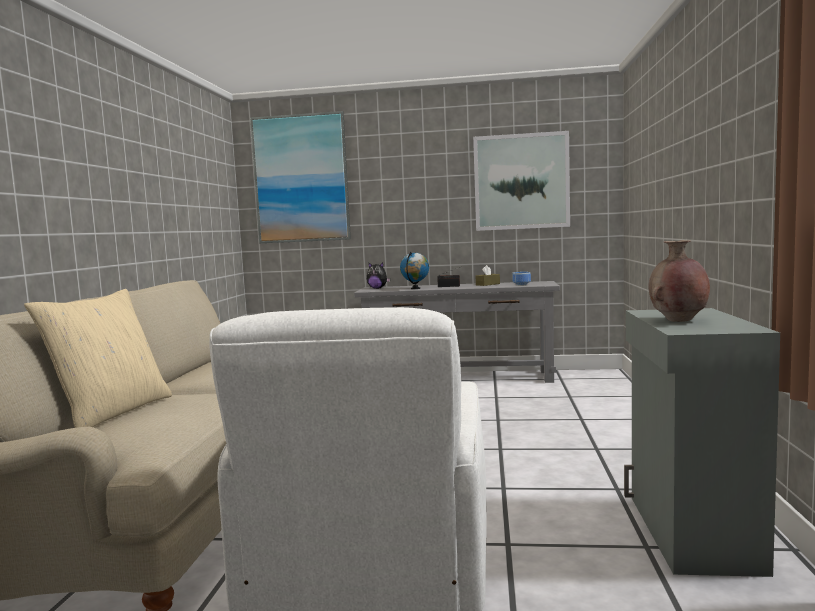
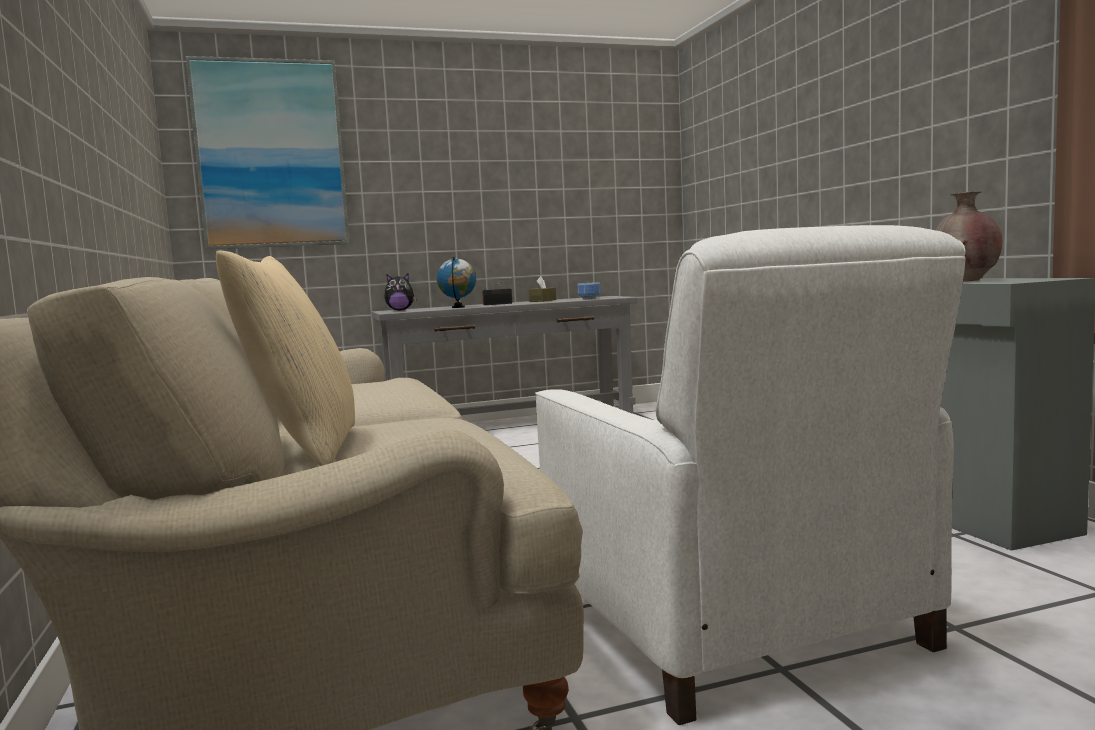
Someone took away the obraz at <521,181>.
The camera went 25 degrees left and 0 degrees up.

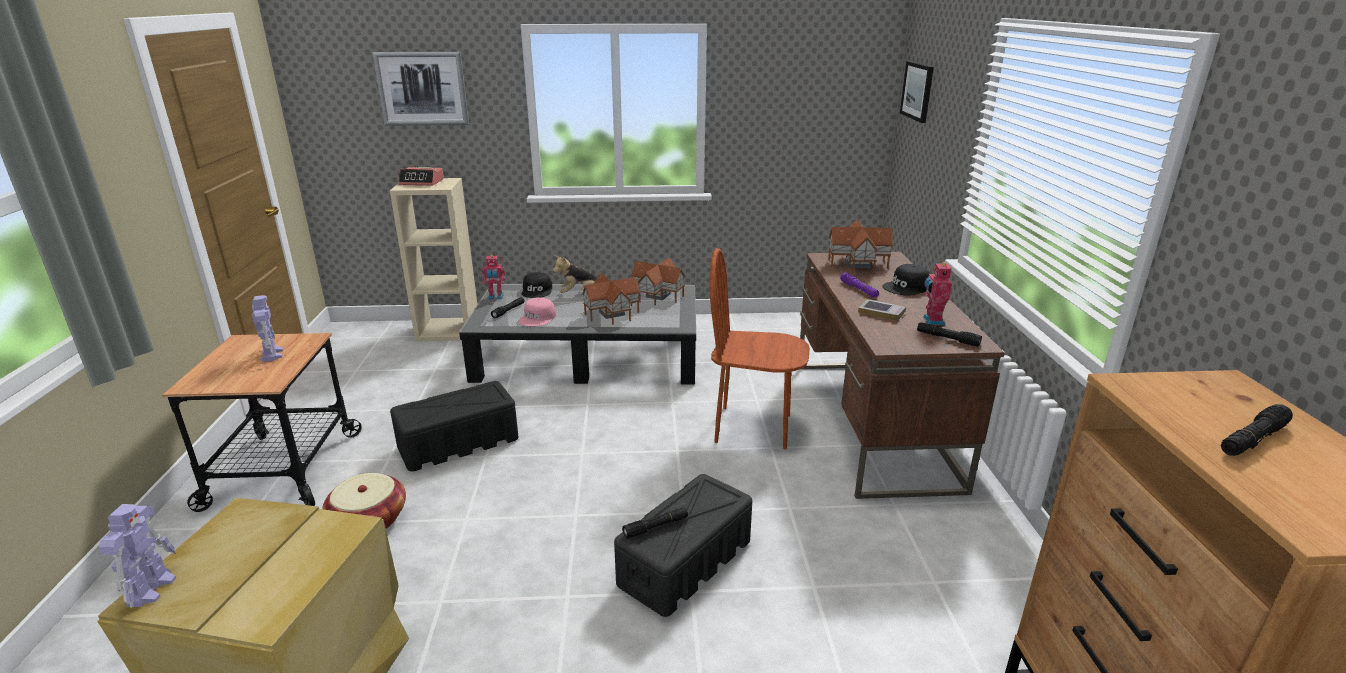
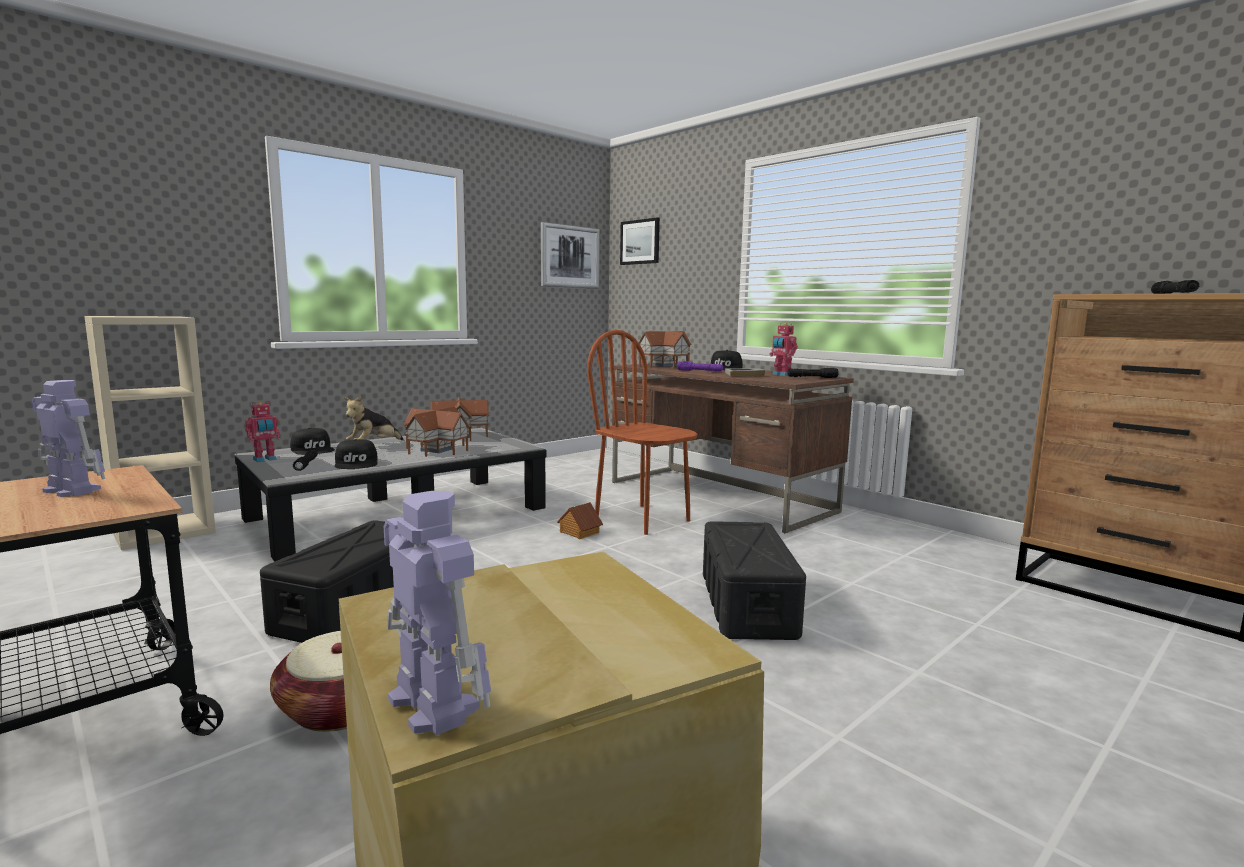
Someone repainted the czapka z daszkiem/różowy at <538,318>, which became the czapka z daszkiem/czarny at <357,463>.
Someone carried the obraz from <422,89> to <570,257>.
Someone put down the domek at <579,532>.
Someone rotated the krzesło/brązowy at <753,428> by 75 degrees clockwise.
Someone took away the budzik at <422,182>.
Someone took away the latarka/czarny at <656,527>.
The camera went 40 degrees left and 15 degrees down.

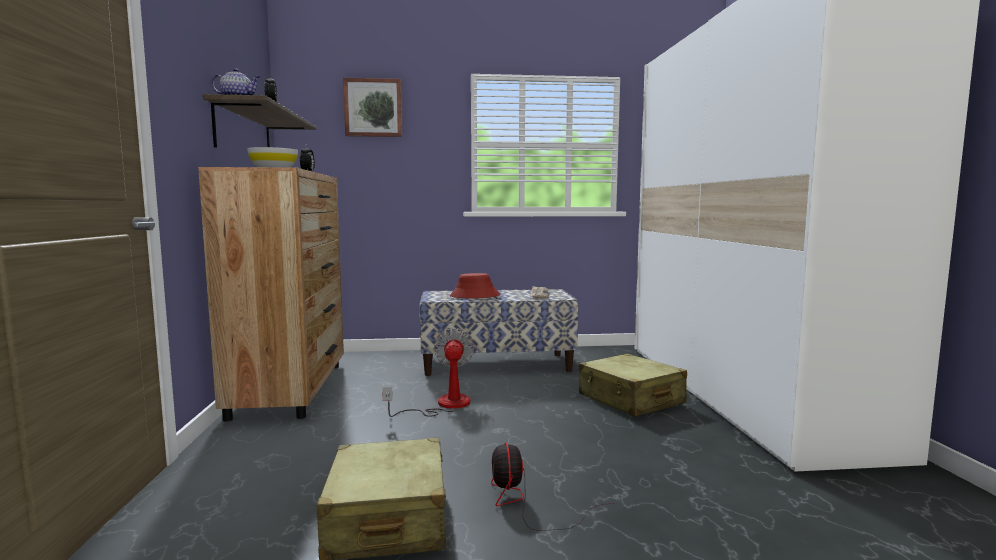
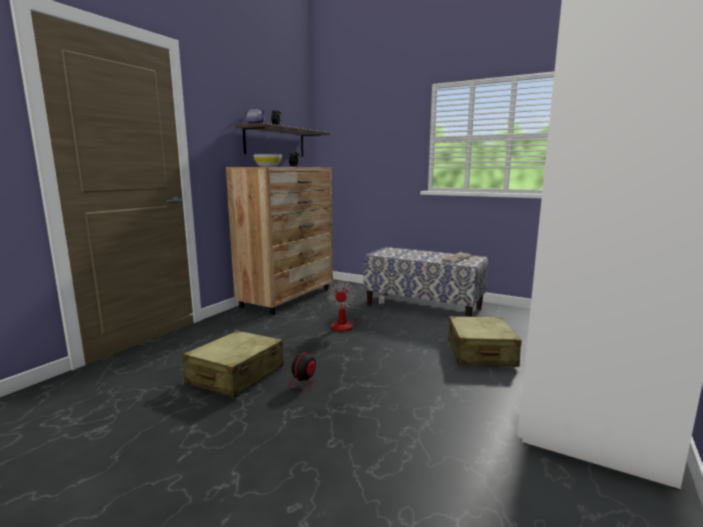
Someone rotated the wentylator at <443,405> by 150 degrees clockwise.
Someone took away the obraz at <373,108>.
Someone took away the kapelusz/czerwony at <474,296>.
The camera went 35 degrees right and 5 degrees up.

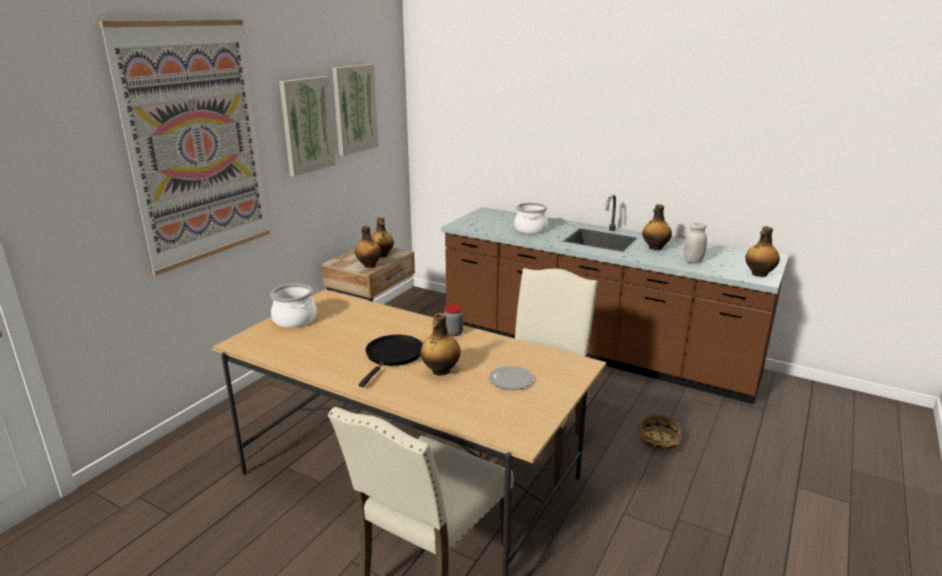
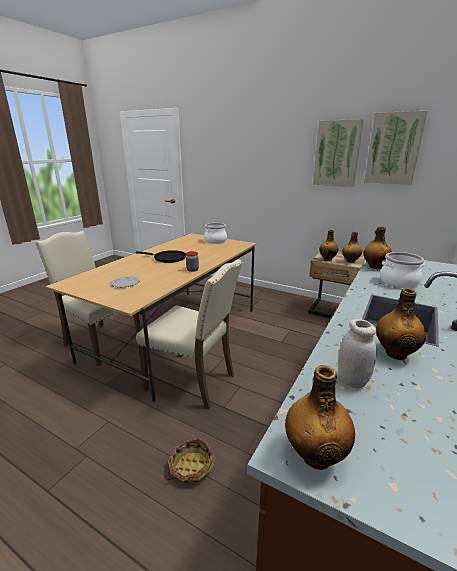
Someone carried the butelka from <440,371> to <374,267>.
Someone took away the obraz at <197,144>.
The camera went 90 degrees right and 0 degrees up.

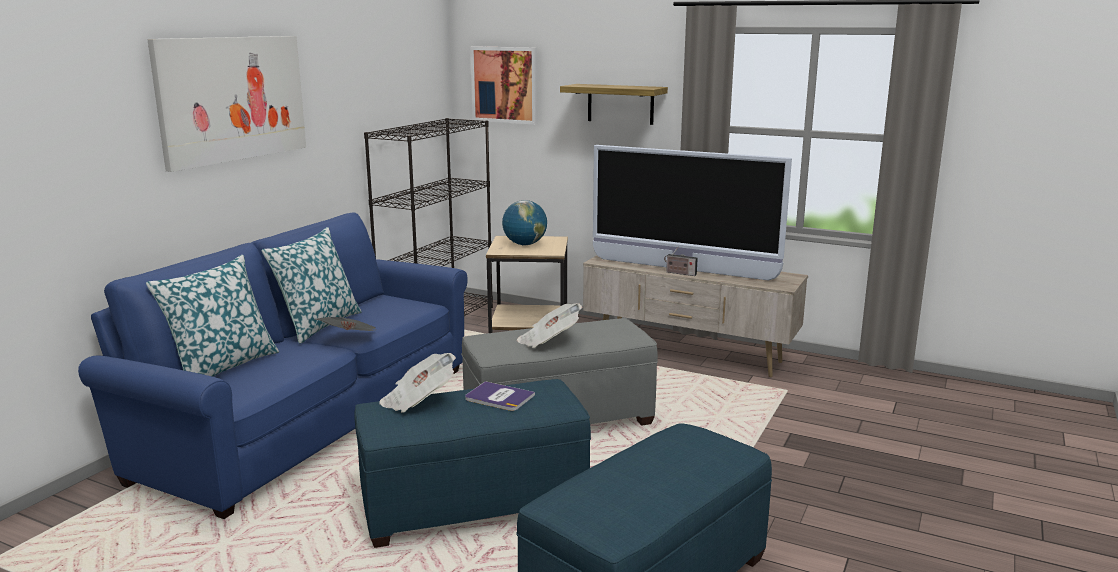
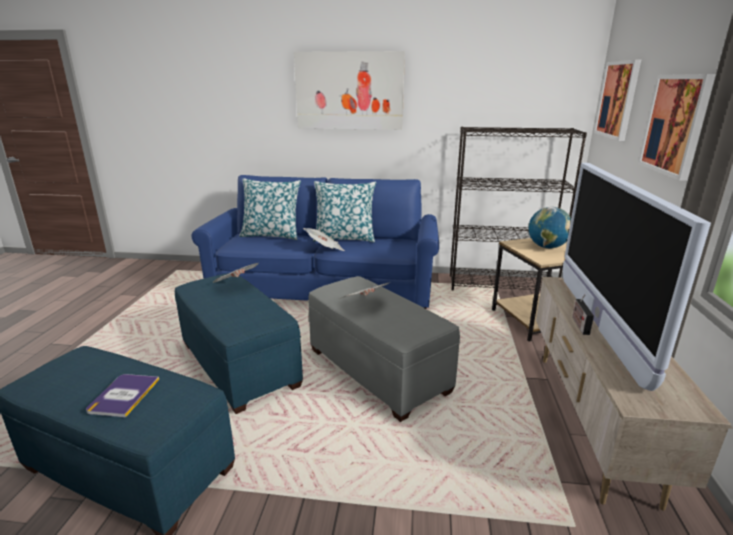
Someone carried the książka from <499,397> to <123,395>.
Someone swapped the półka at <620,104> for the obraz at <675,124>.
The camera went 70 degrees right and 5 degrees up.

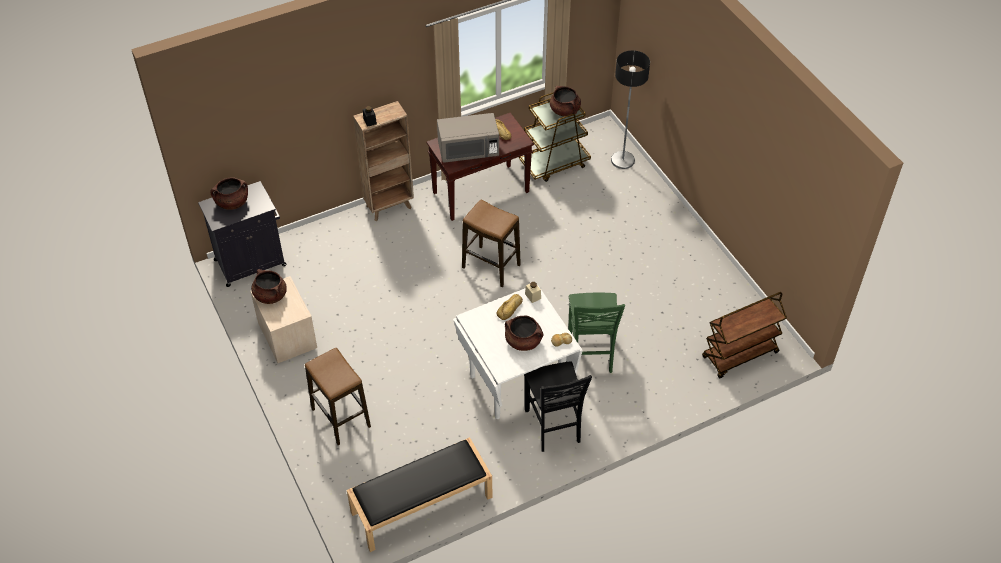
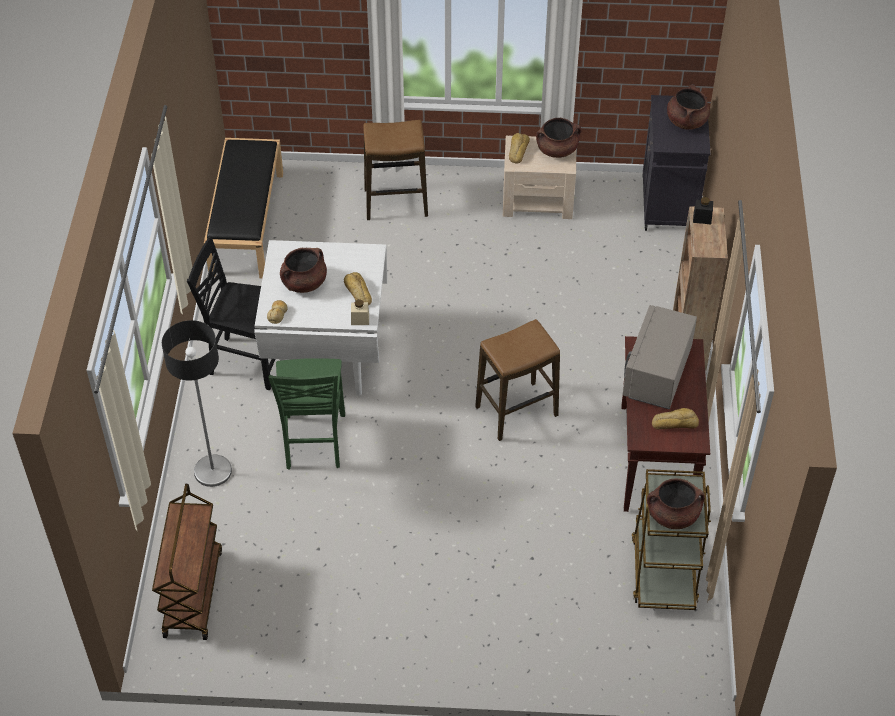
Someone carried the lampa stojąca from <623,160> to <213,471>.
Someone rotated the krzesło/zielony at <590,354> by 120 degrees counterclockwise.
Someone put down the chleb at <517,151>.
The camera went 120 degrees right and 0 degrees up.

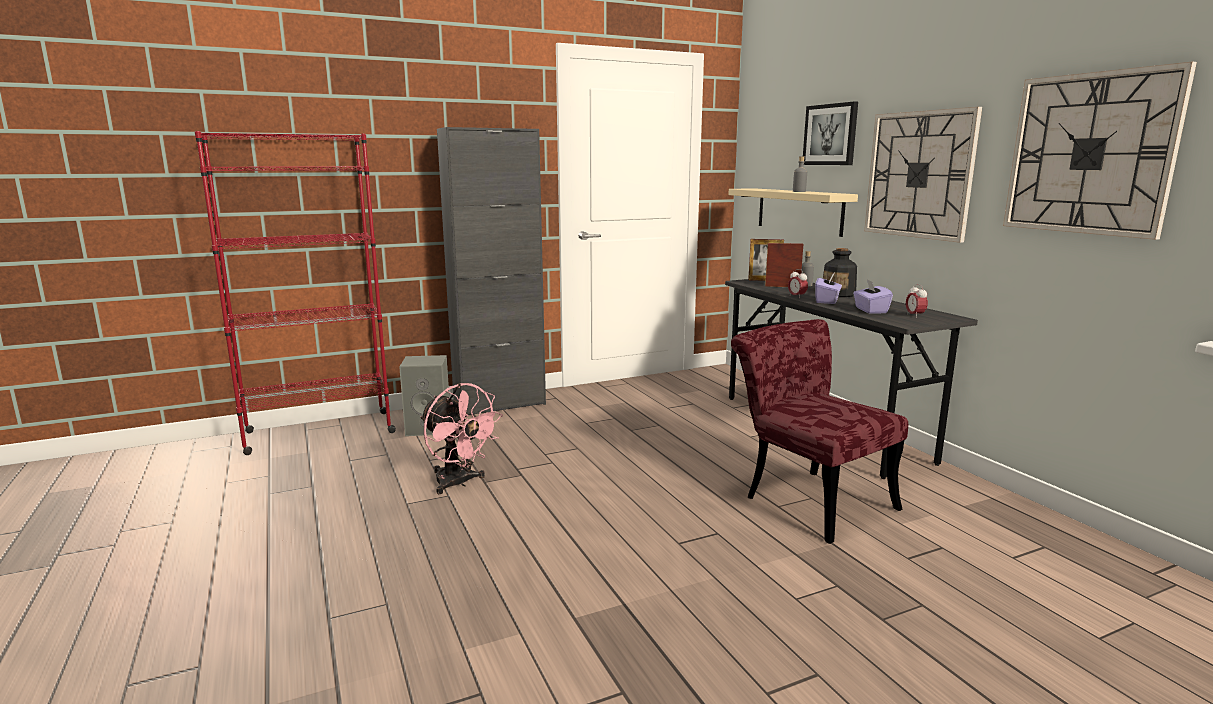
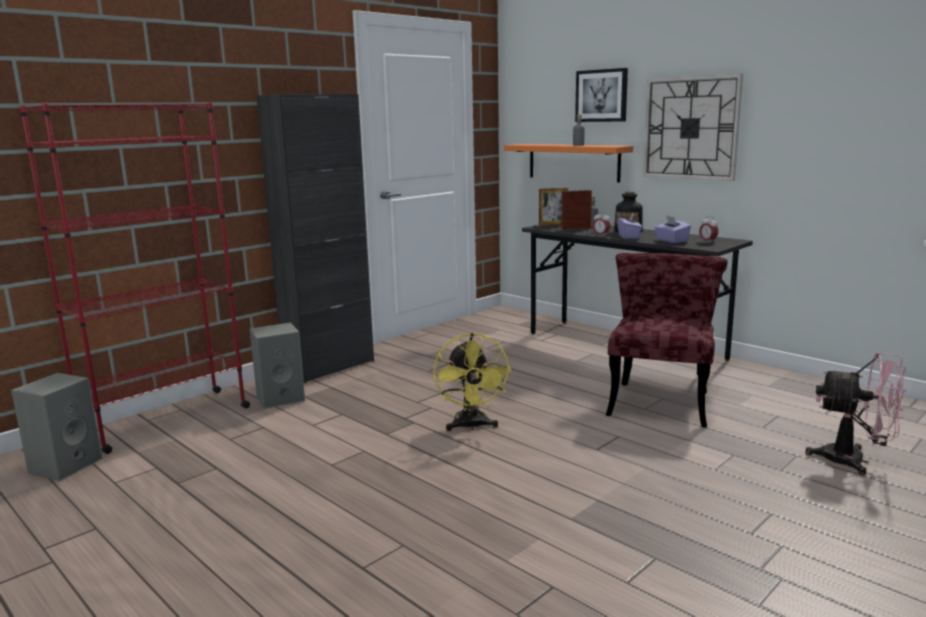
Someone put down the głośnik/szary at <66,465>.
Someone put down the wentylator/żółty at <471,426>.
Someone repainted the półka/beżowy at <799,211>, which became the półka/pomarańczowy at <573,162>.
Someone rotated the krzesło/czerwony at <808,498> by 75 degrees clockwise.
Someone carried the wentylator/różowy from <459,483> to <854,461>.
Someone took away the zegar ścienny at <1090,154>.
The camera went 20 degrees left and 0 degrees up.

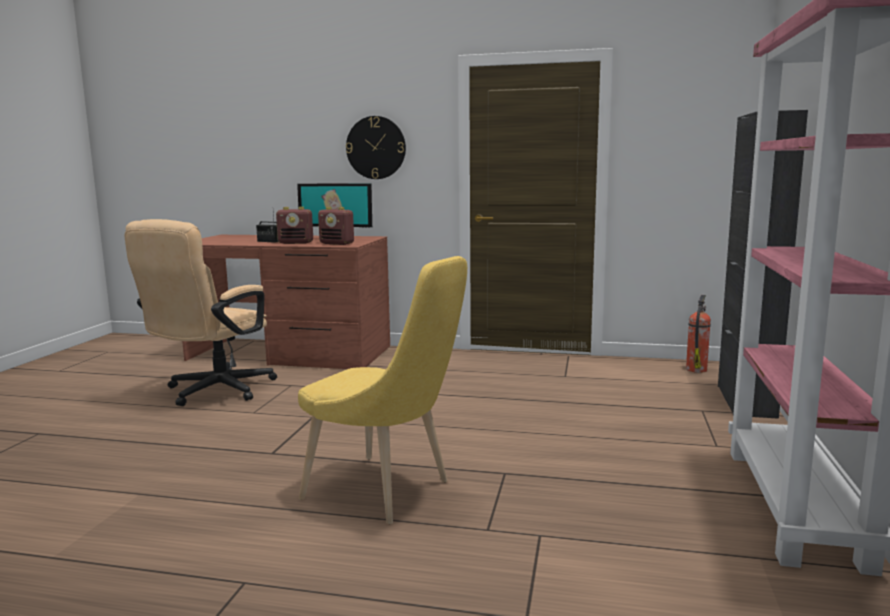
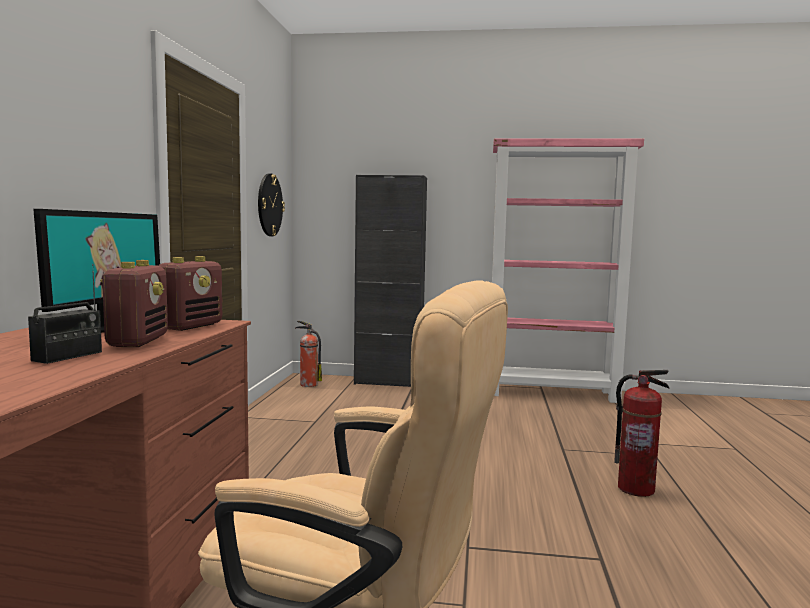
Someone carried the zegar ścienny from <376,147> to <269,205>.
Someone swapped the krzesło/żółty at <385,492> for the gaśnica at <635,489>.
The camera went 95 degrees left and 5 degrees down.

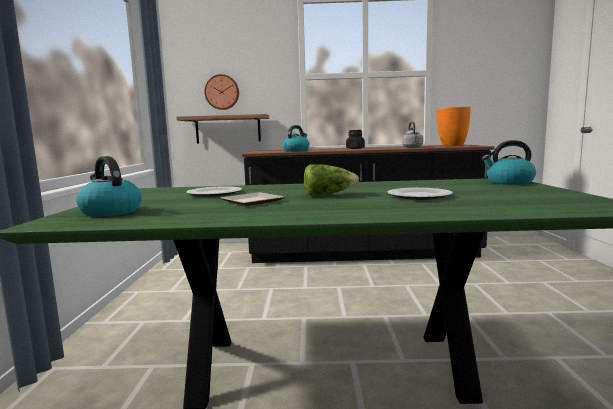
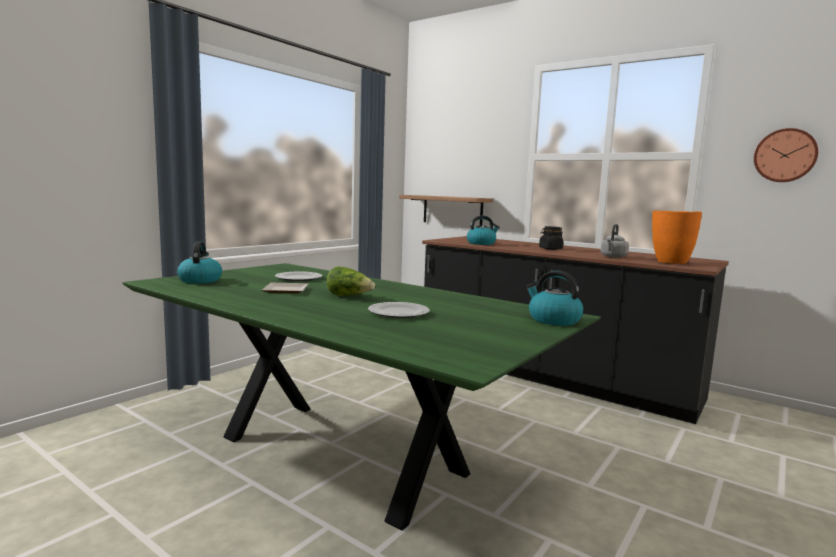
Someone carried the zegar ścienny from <222,92> to <785,155>.
The camera went 35 degrees right and 0 degrees up.

